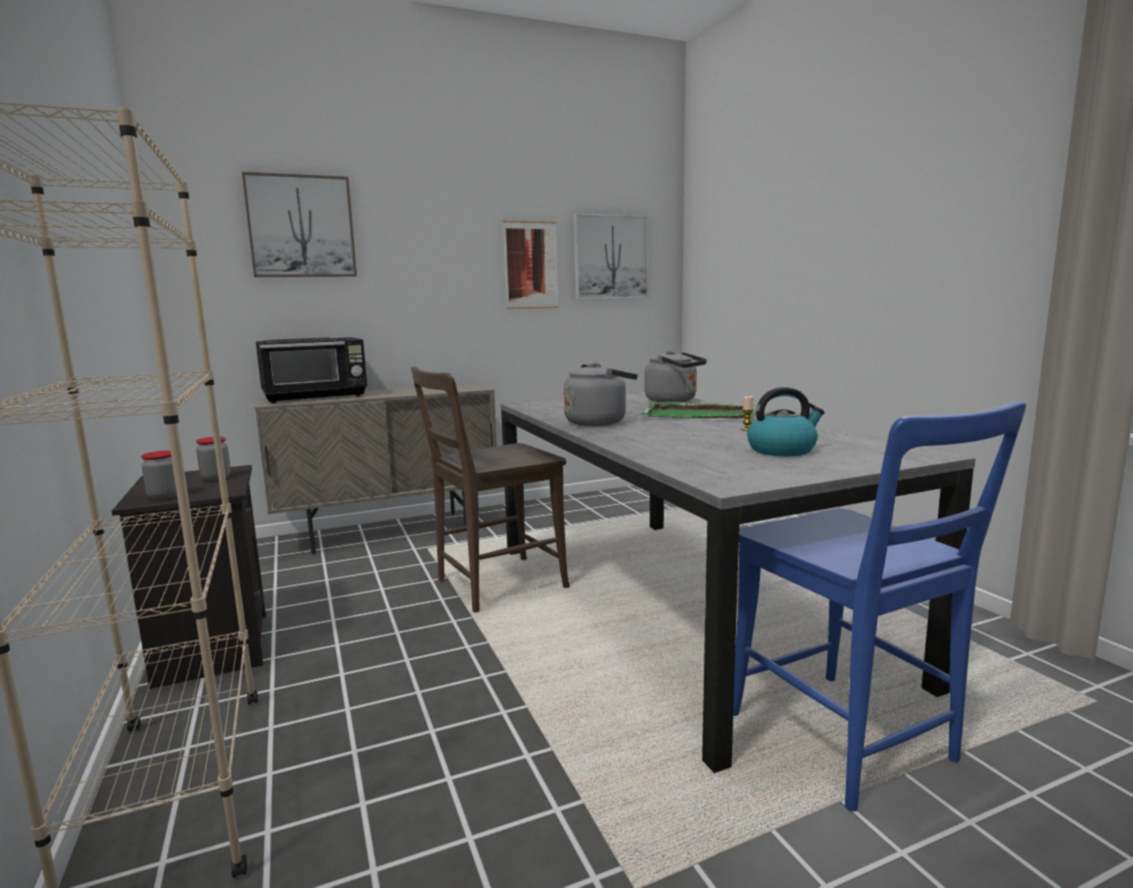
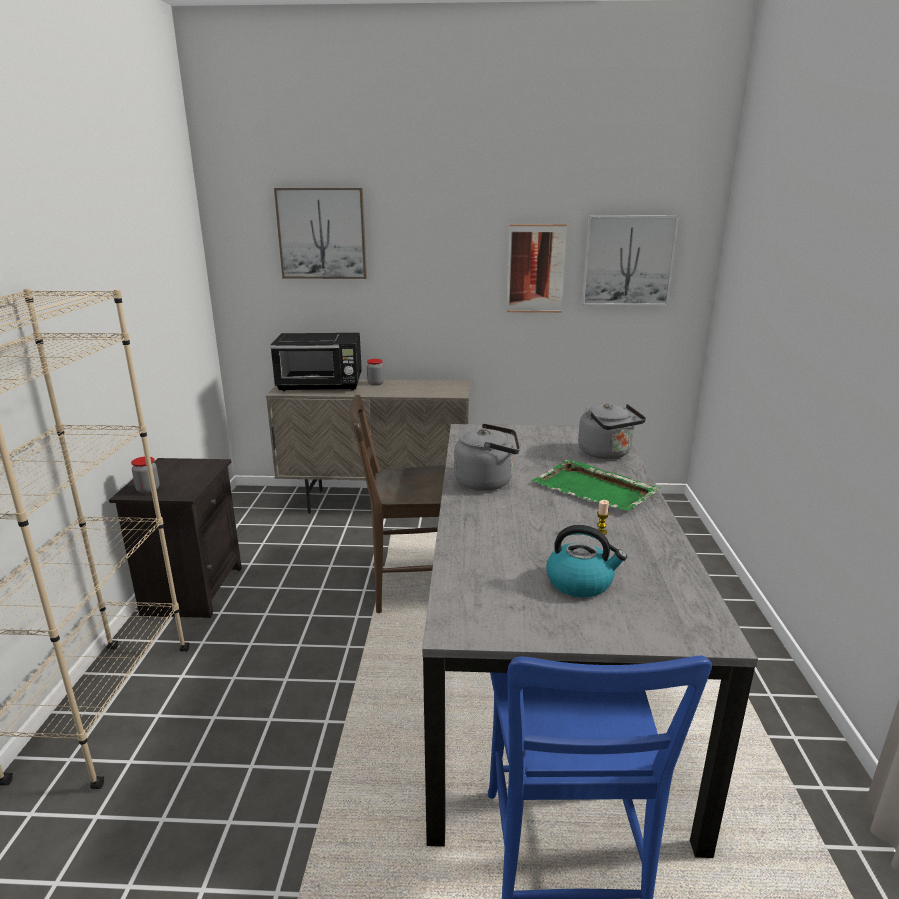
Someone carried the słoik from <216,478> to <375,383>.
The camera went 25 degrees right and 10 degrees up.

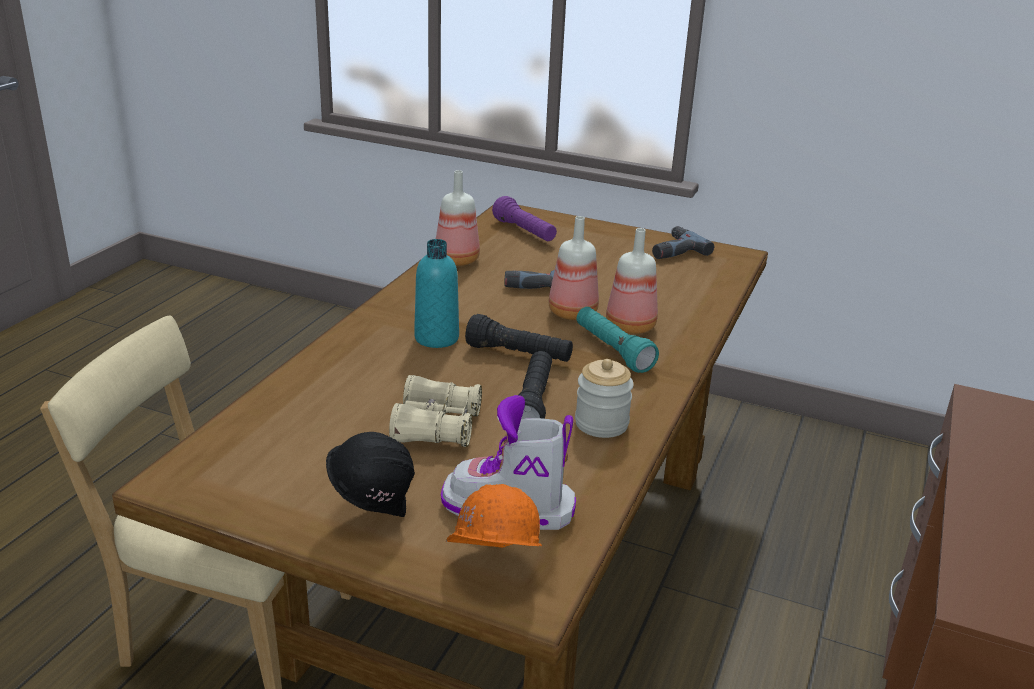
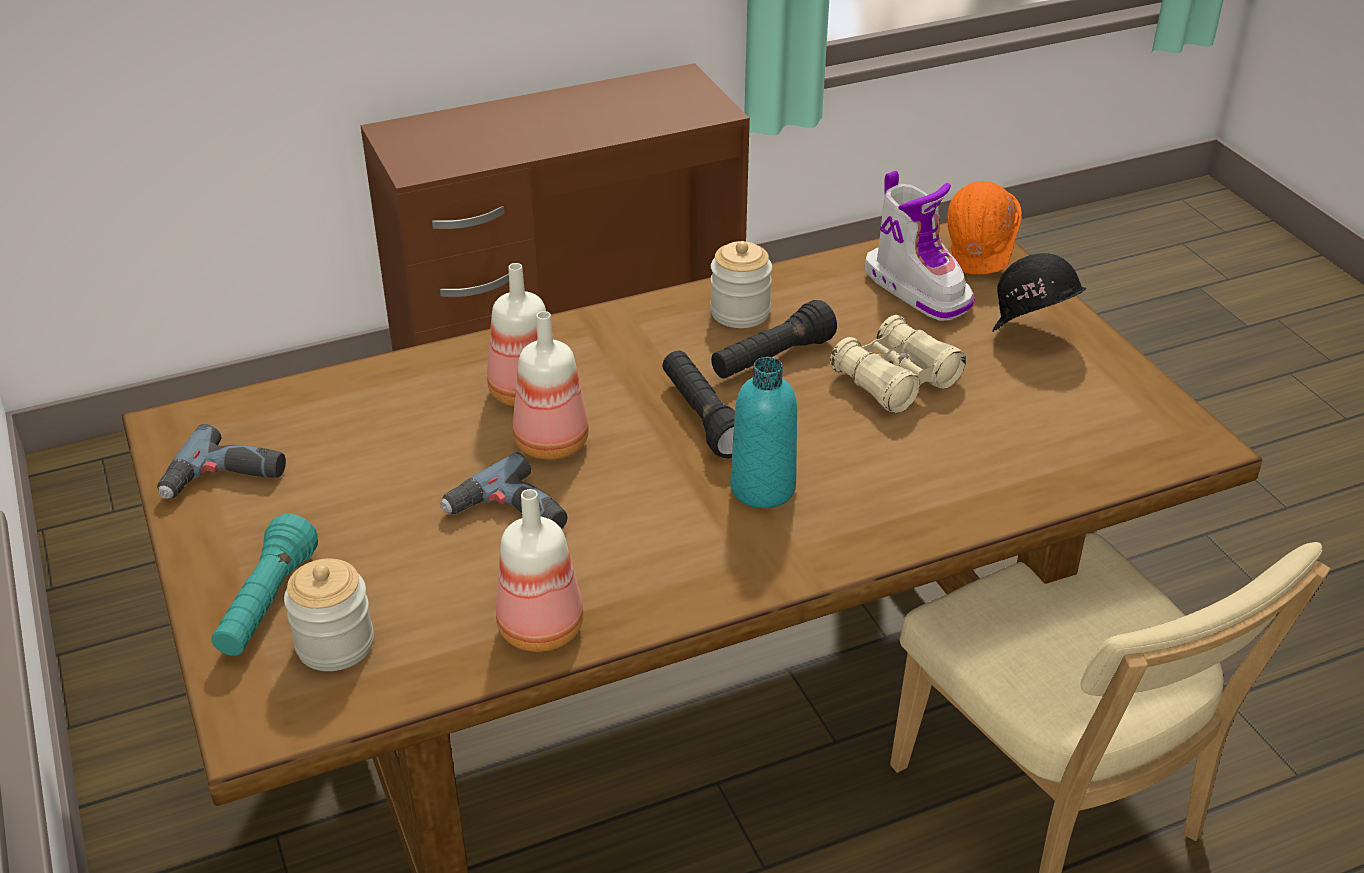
Someone carried the latarka/turkusowy from <612,351> to <267,604>.
Someone swapped the latarka/fioletowy at <524,232> for the słoik at <335,644>.
The camera went 135 degrees left and 10 degrees up.

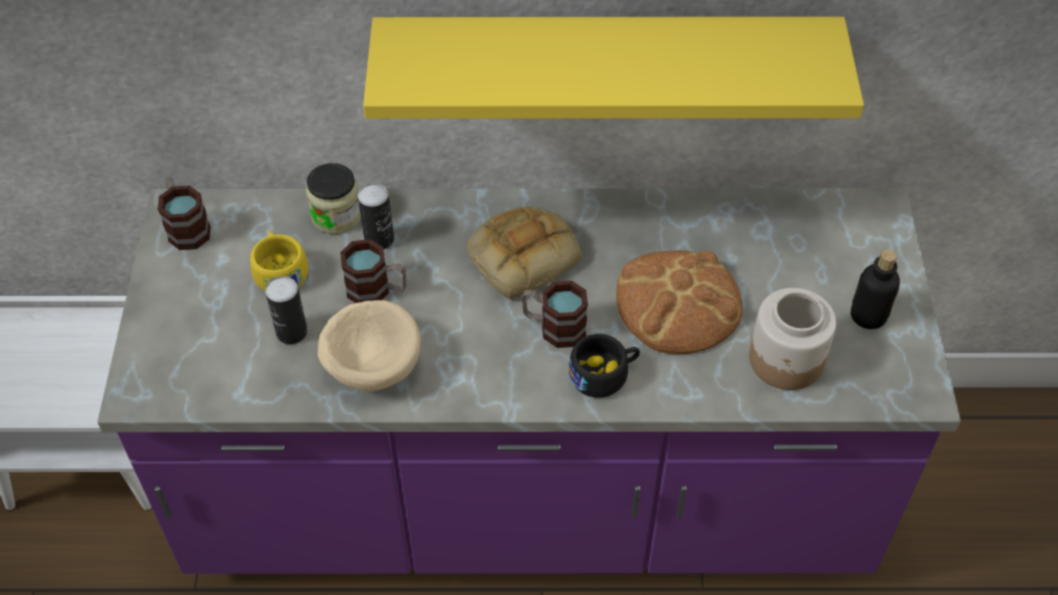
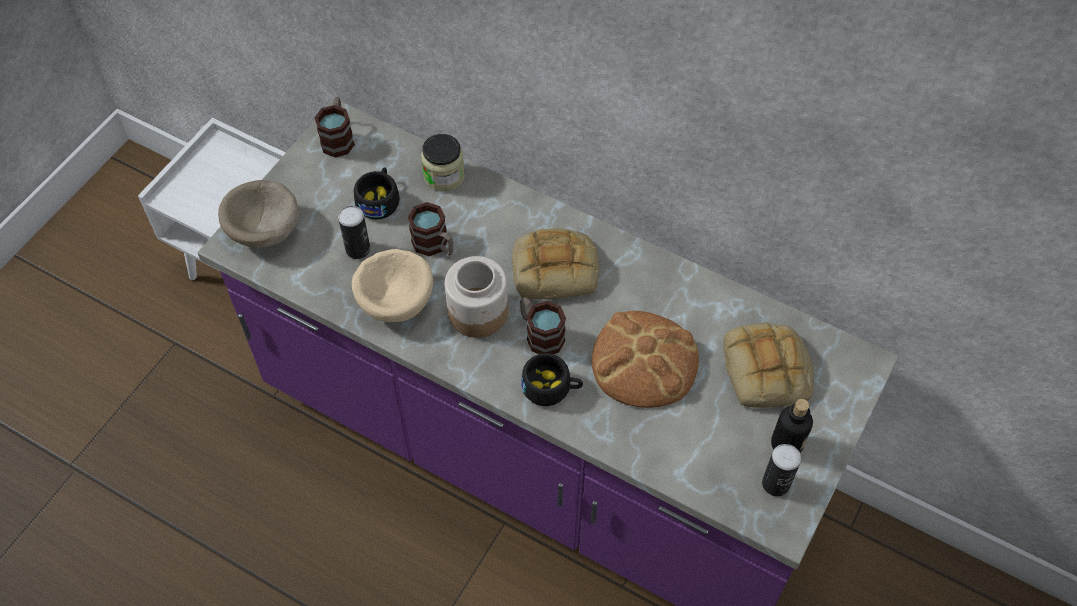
Someone put down the miska/beżowy at <265,231>.
Someone repainted the filiżanka/żółty at <280,270>, which became the filiżanka/czarny at <379,200>.
Someone carried the słoik from <786,360> to <478,313>.
Someone put down the chleb at <768,371>.
Someone carried the puszka from <379,239> to <775,484>.
Someone took away the półka/żółty at <605,61>.
The camera went 30 degrees right and 5 degrees up.

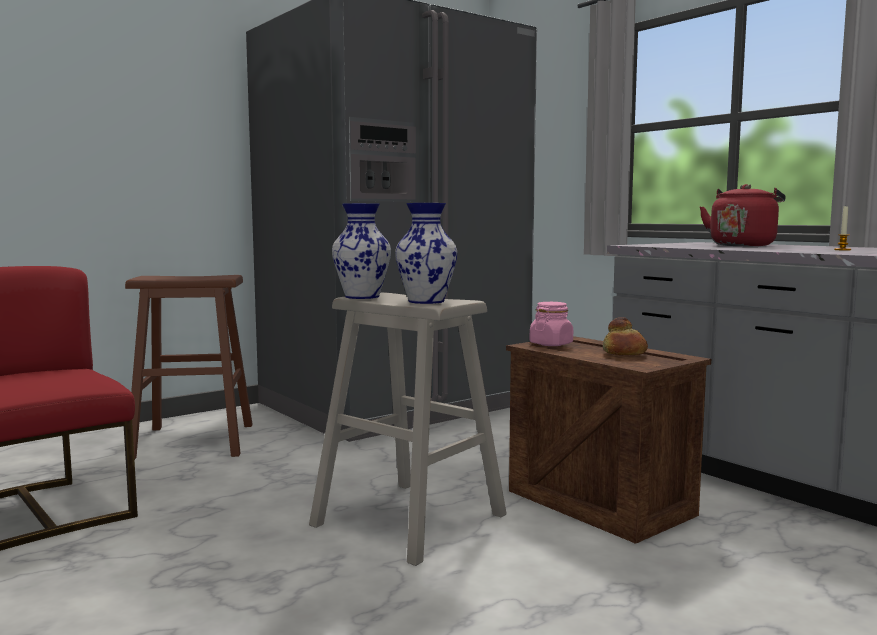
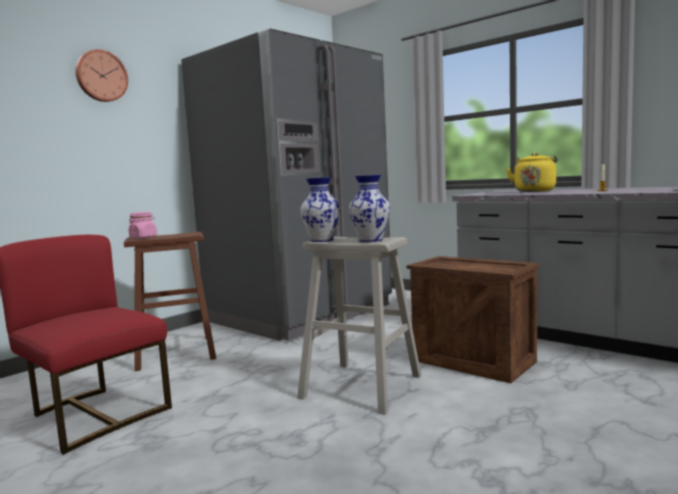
Someone put up the zegar ścienny at <101,76>.
Someone carried the słoik/różowy from <551,344> to <143,237>.
Someone repainted the czajnik/czerwony at <743,245>, which became the czajnik/żółty at <534,191>.
Someone took away the chleb at <625,352>.
The camera went 10 degrees left and 0 degrees up.

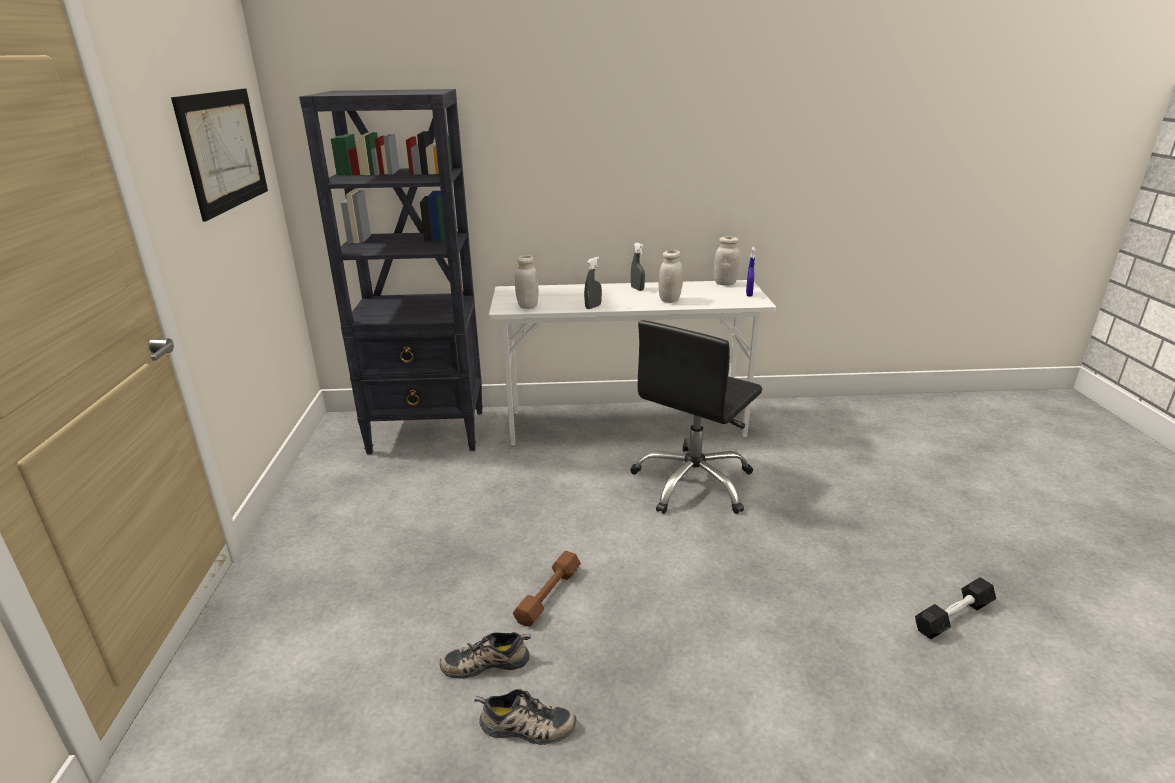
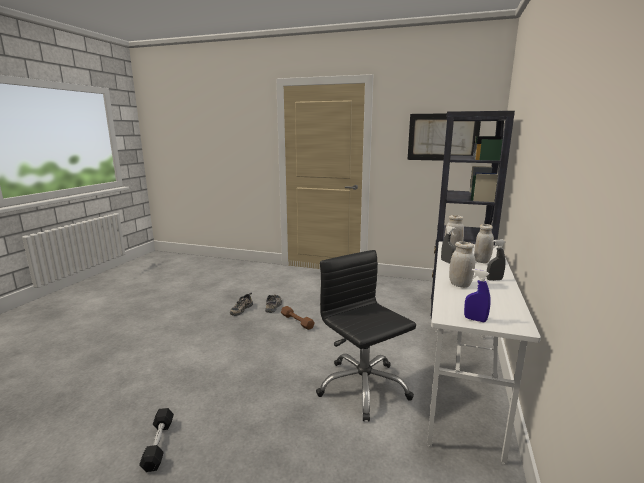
Someone carried the słoik/biały from <725,283> to <482,261>.
The camera went 110 degrees right and 10 degrees down.

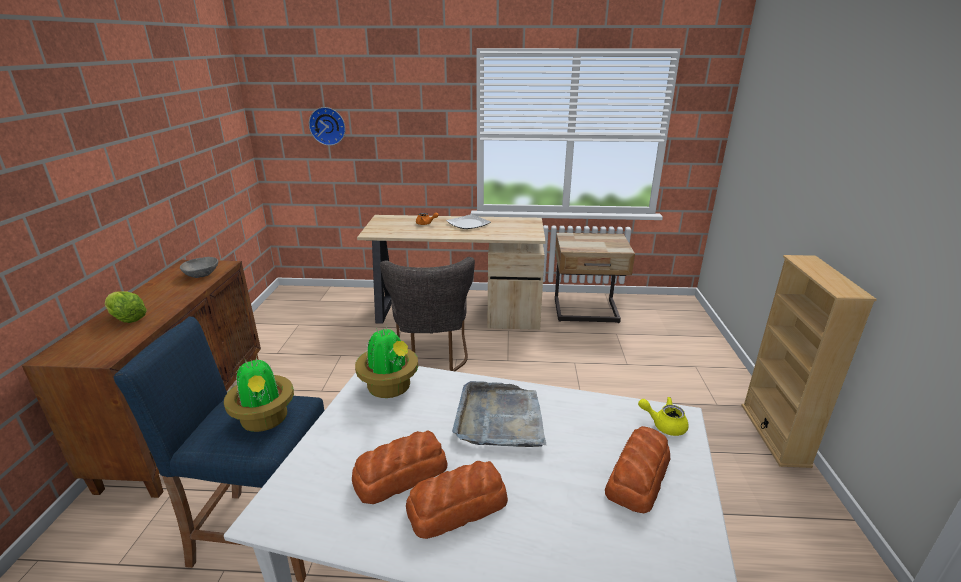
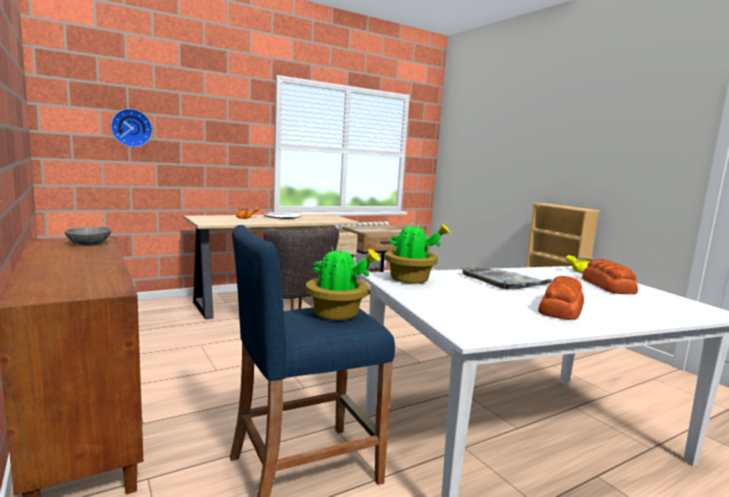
Someone took away the sałata at <127,319>.
Someone took away the chleb at <399,474>.
The camera went 35 degrees left and 15 degrees down.

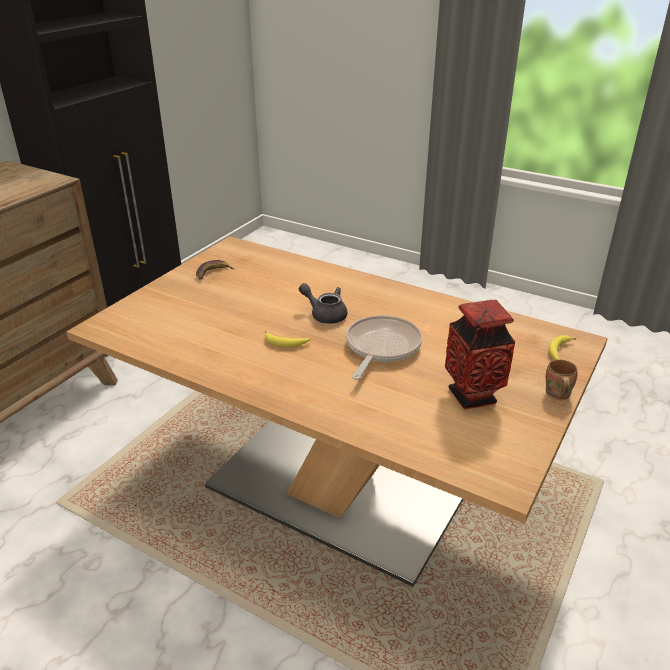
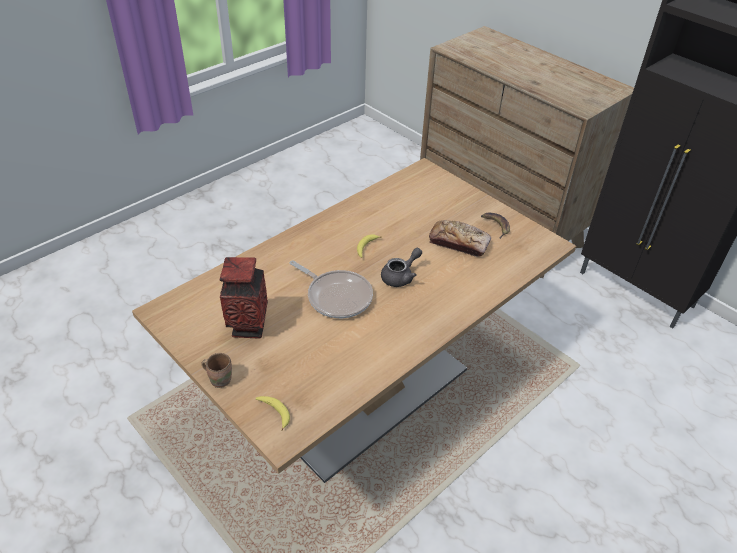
Someone put down the chleb at <459,243>.
The camera went 105 degrees right and 10 degrees up.

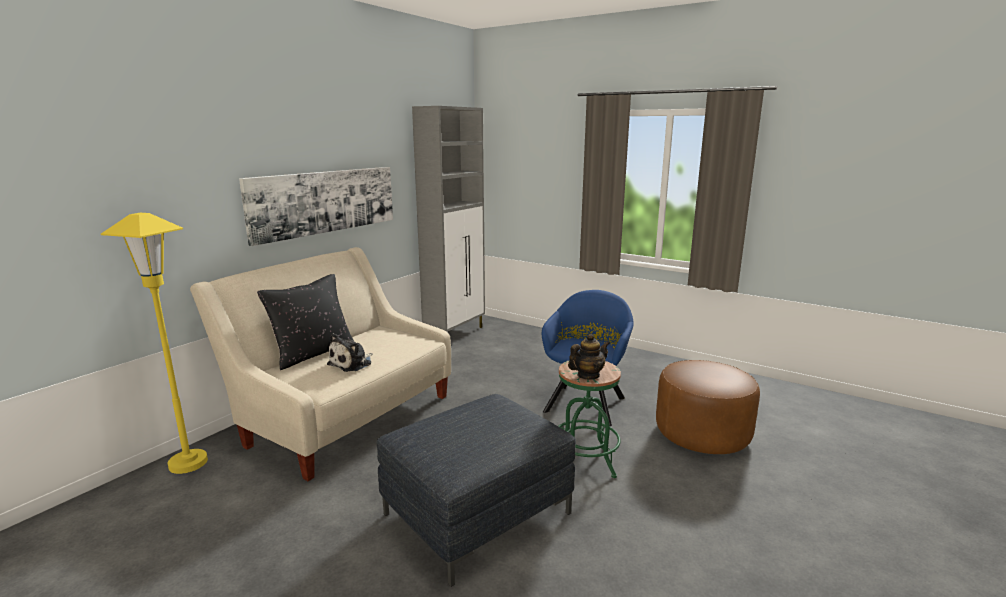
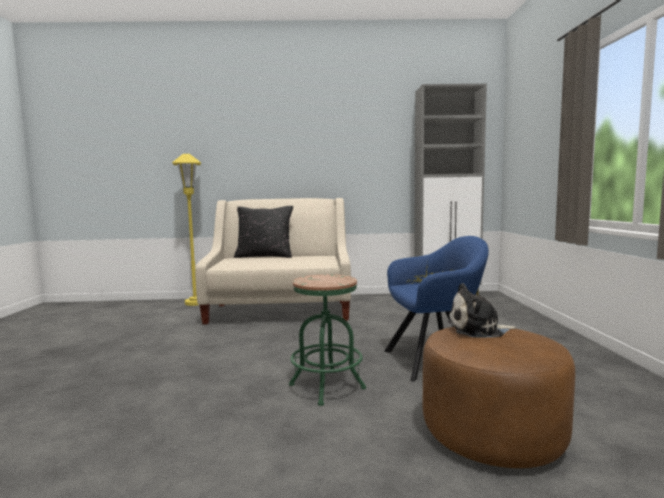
Someone carried the pluszak from <352,363> to <478,330>.
Someone took away the obraz at <325,201>.
Someone took away the pufa/szary at <477,514>.
Someone took away the imbryk at <588,375>.
The camera went 55 degrees right and 10 degrees down.

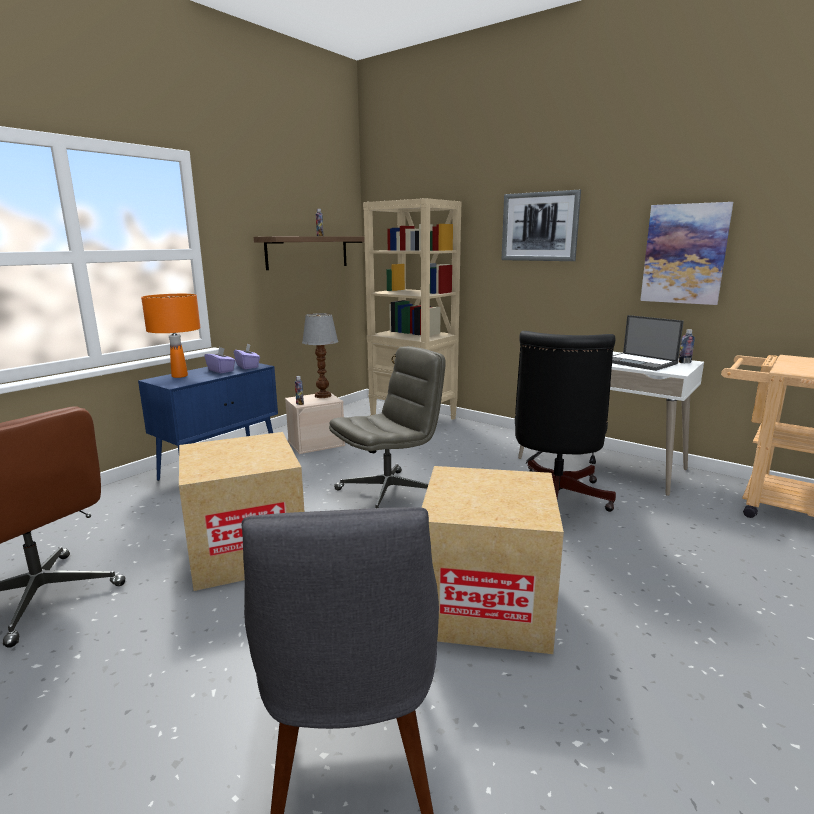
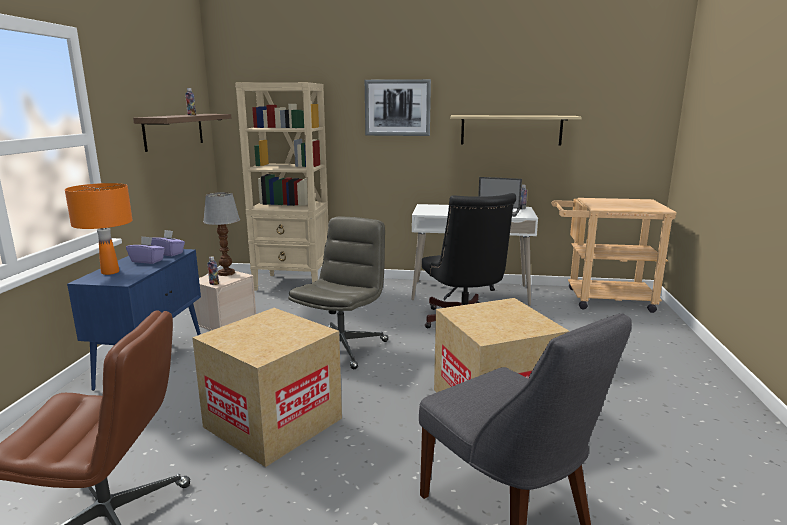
Someone swapped the obraz at <684,254> for the półka at <511,130>.
The camera went 30 degrees left and 0 degrees up.

